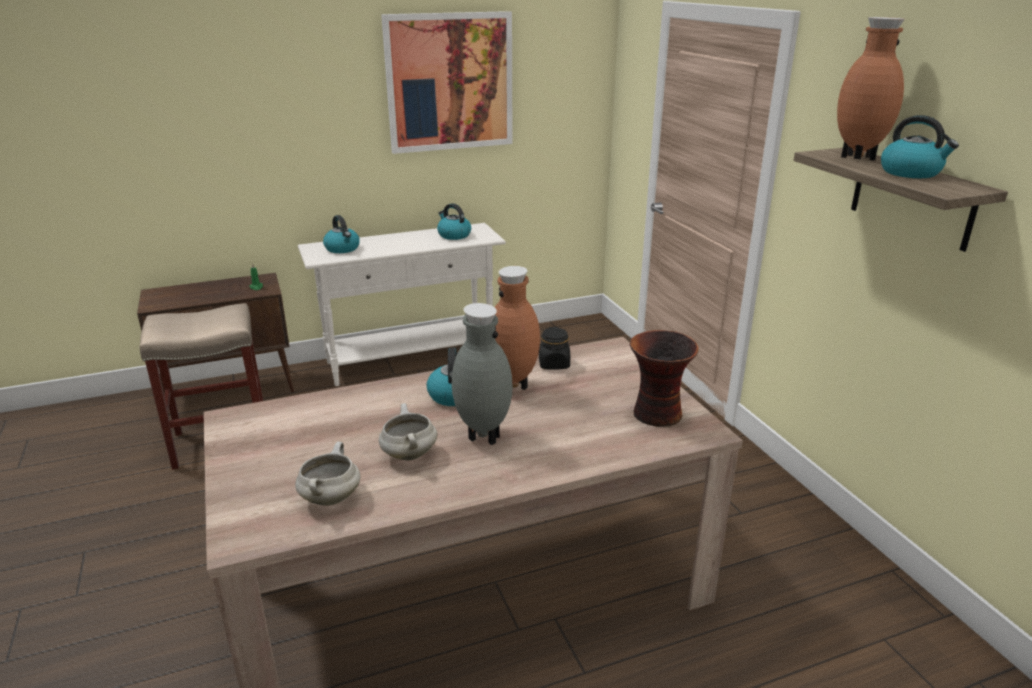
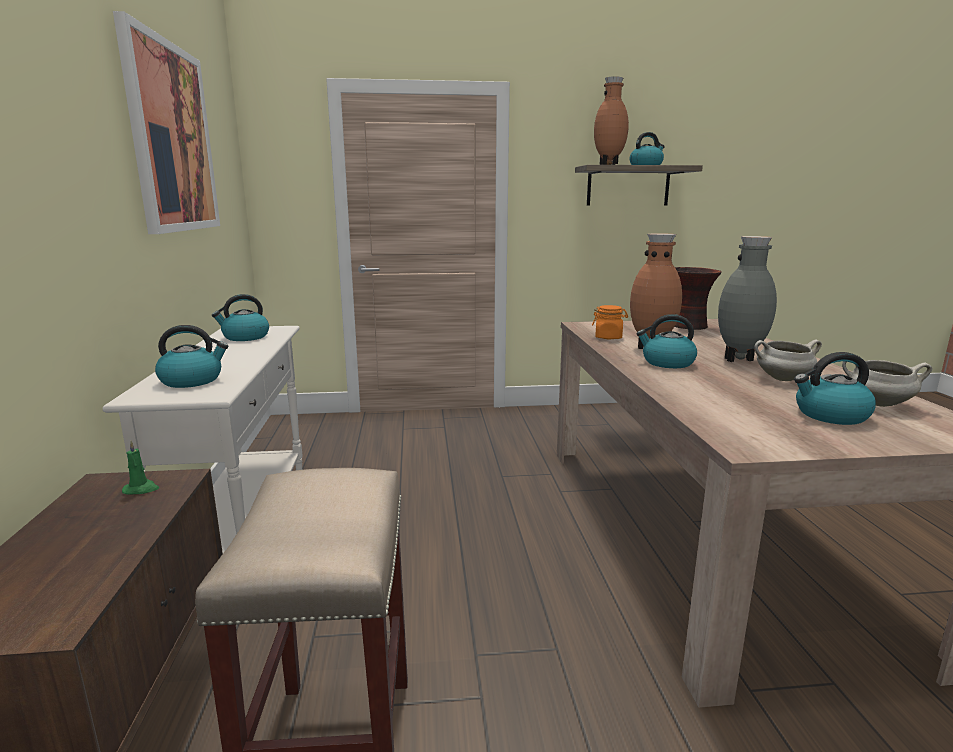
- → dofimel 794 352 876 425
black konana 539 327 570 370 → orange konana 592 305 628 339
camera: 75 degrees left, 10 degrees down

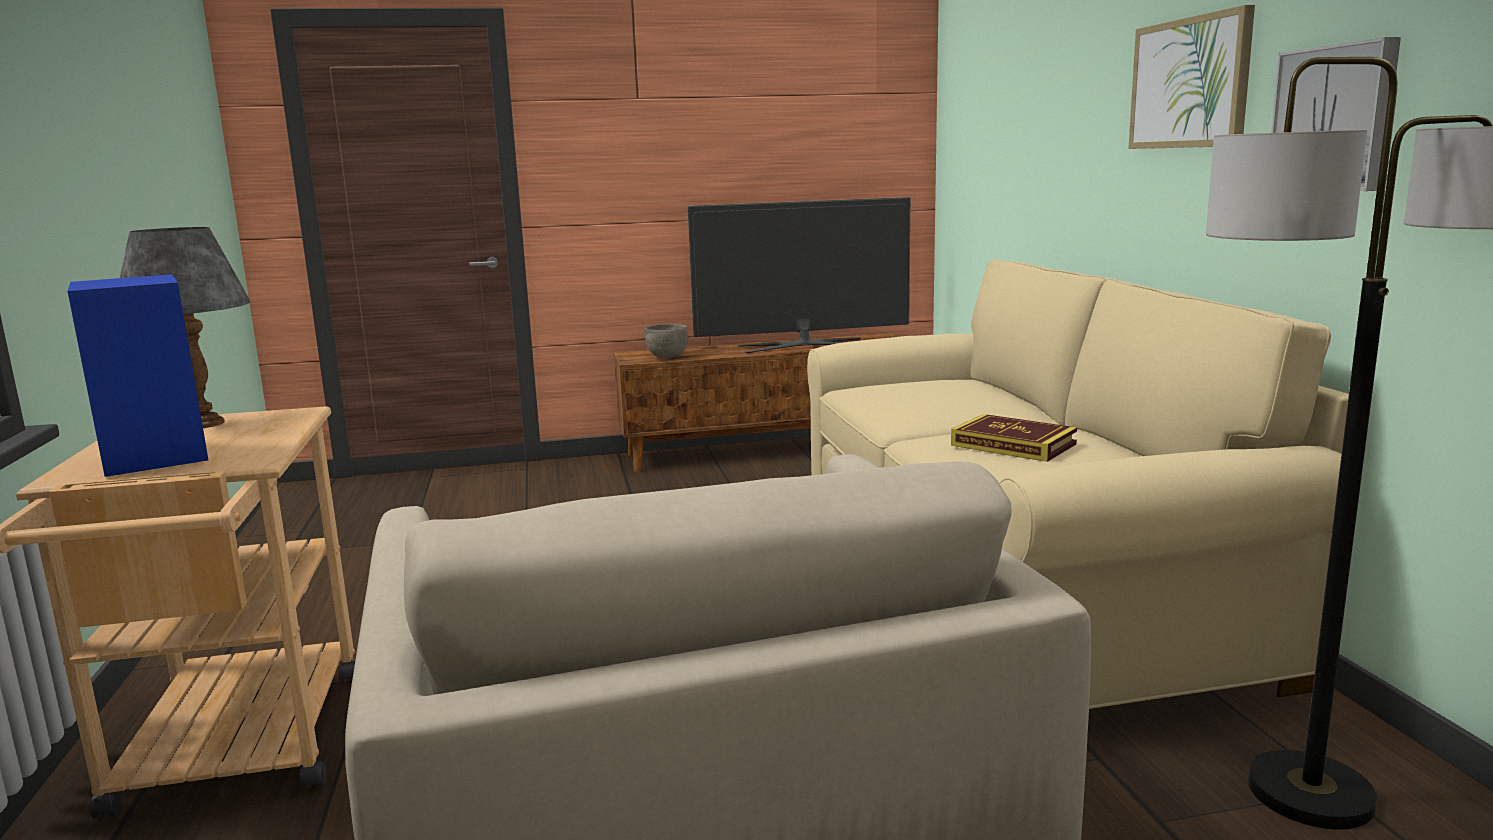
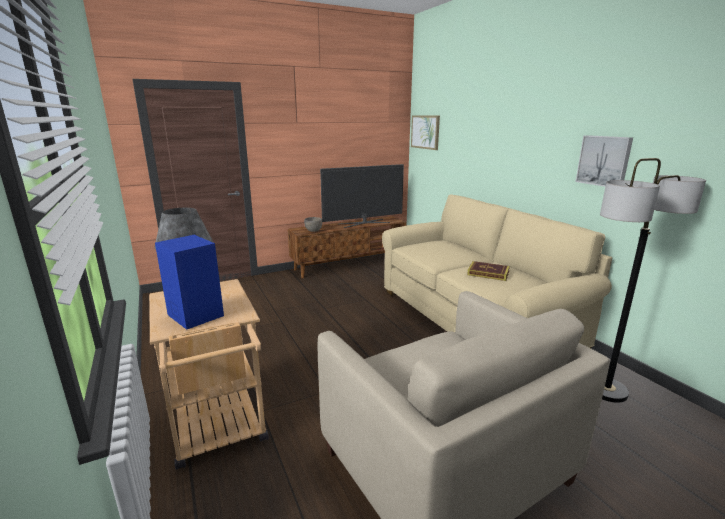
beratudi 1128 5 1255 149 → beratudi 411 115 440 150, moved
camera: 15 degrees left, 5 degrees up

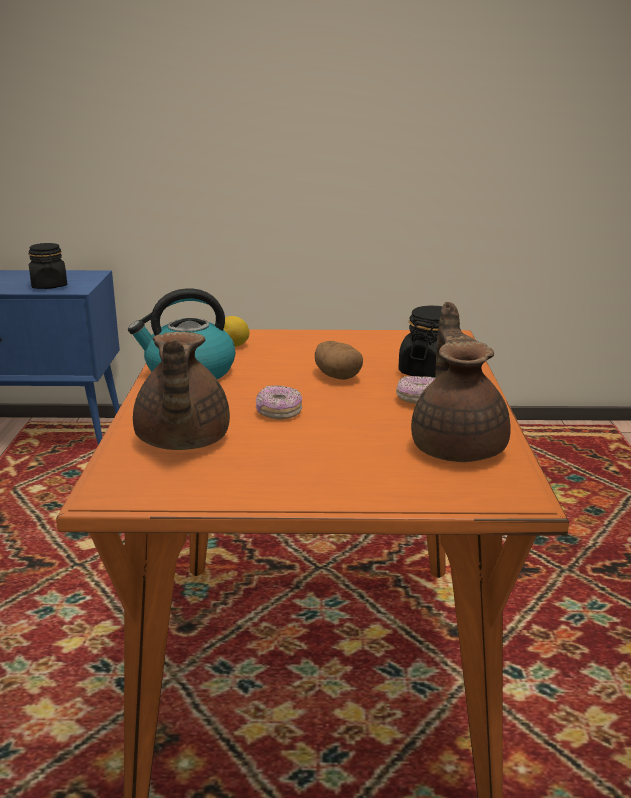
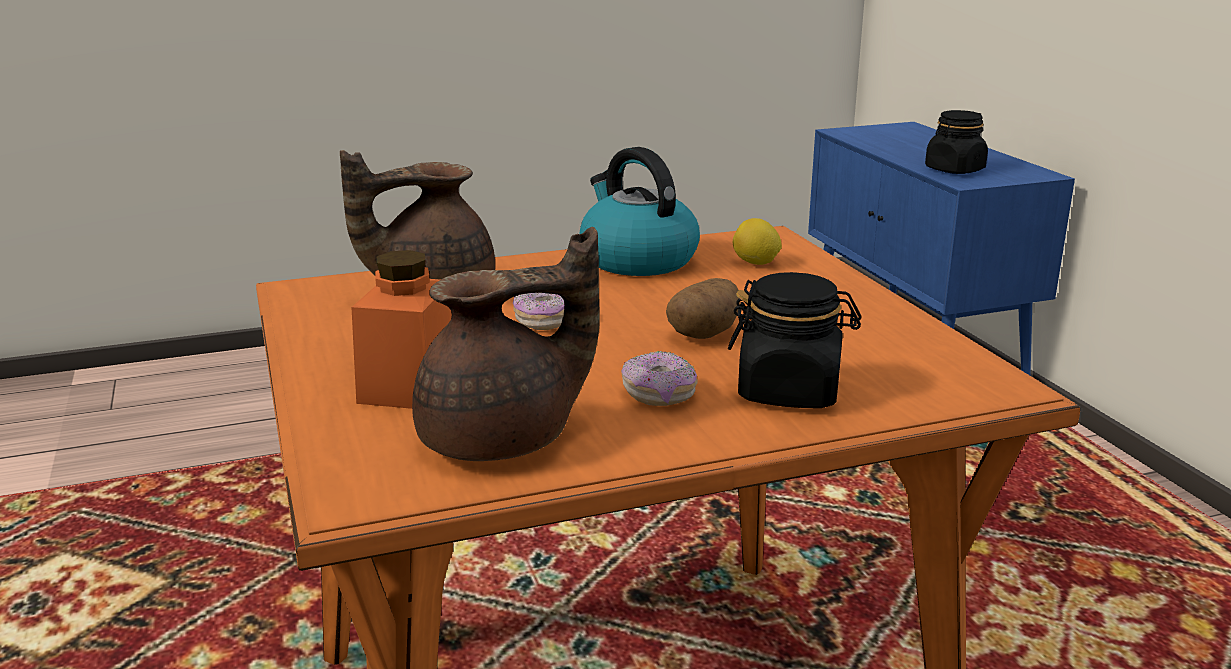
- → orange konana 351 250 452 409
camera: 70 degrees right, 0 degrees up

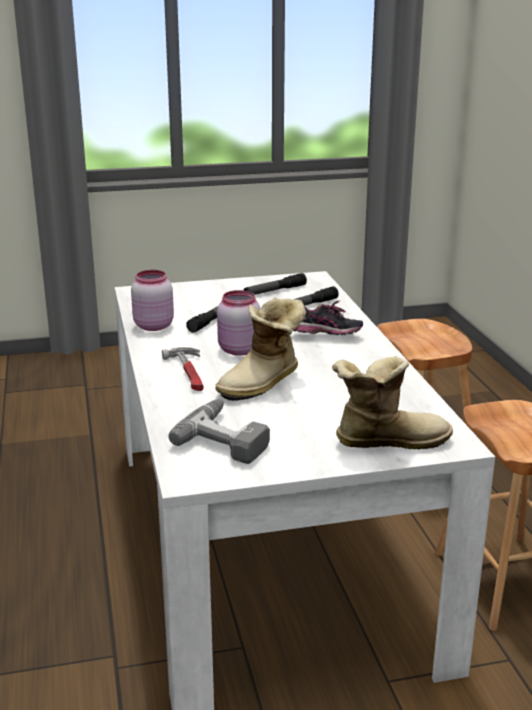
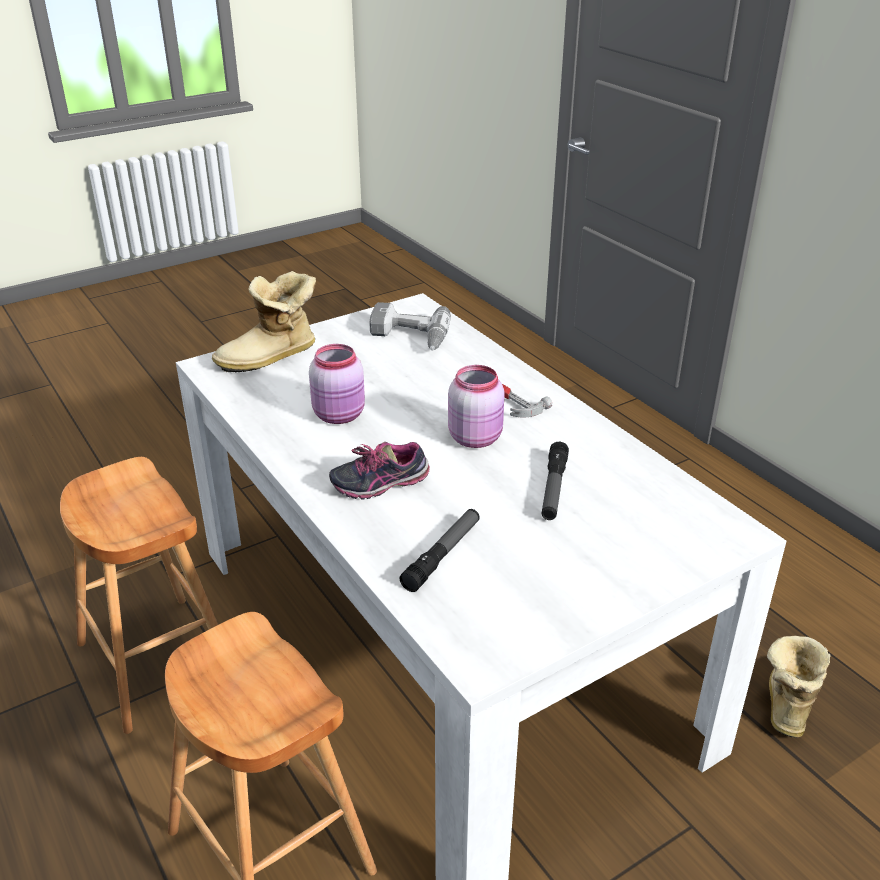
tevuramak 244 273 307 295 → -
pink konana 131 270 174 331 → pink konana 309 344 365 424, moved
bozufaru 216 298 306 401 → bozufaru 767 636 831 738, moved
camera: 160 degrees right, 10 degrees up

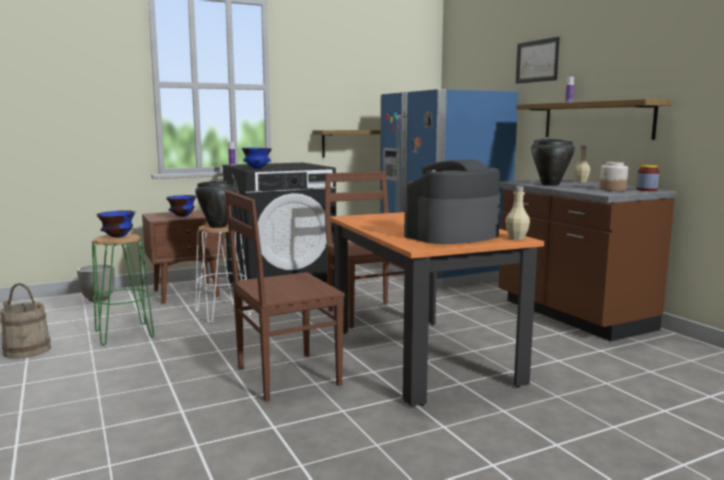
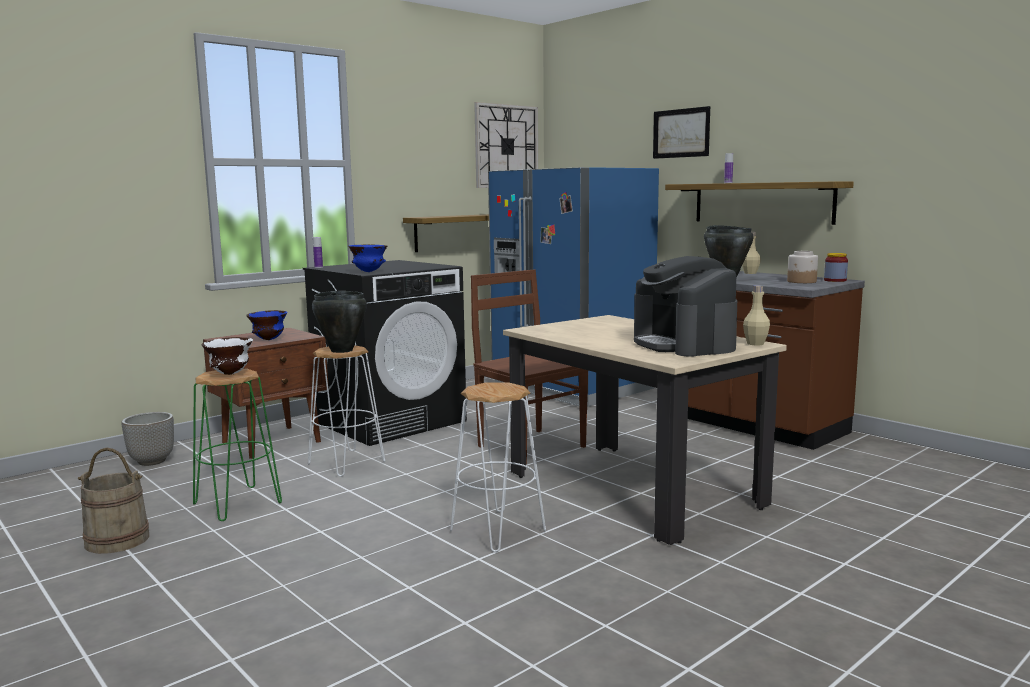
- → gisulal 474 102 538 188
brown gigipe 225 190 345 402 → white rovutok 450 382 546 552
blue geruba 97 210 135 238 → white geruba 201 337 253 375
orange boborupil 329 212 544 406 → beige boborupil 503 315 787 545
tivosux 404 159 500 244 → tivosux 634 256 737 357, 60 degrees counterclockwise
camera: 15 degrees left, 0 degrees up

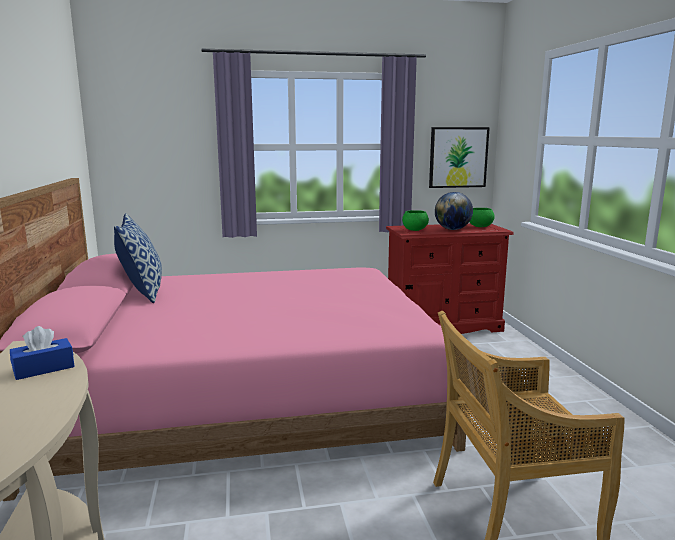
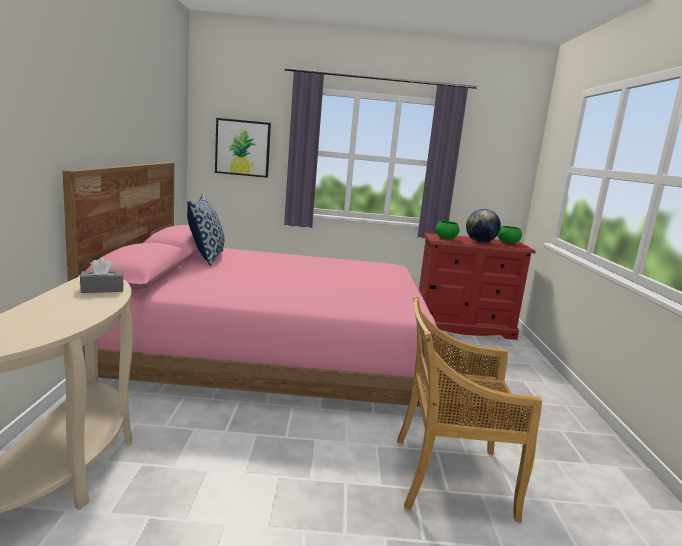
beratudi 429 127 490 188 → beratudi 215 118 271 178, moved
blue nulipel 10 326 75 380 → grey nulipel 80 257 124 293
camera: 10 degrees right, 0 degrees up

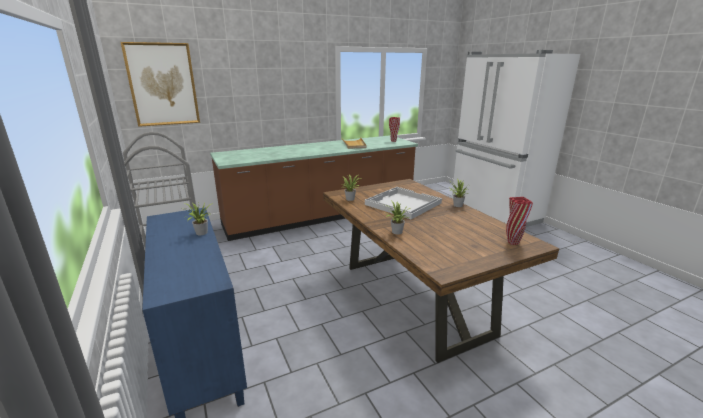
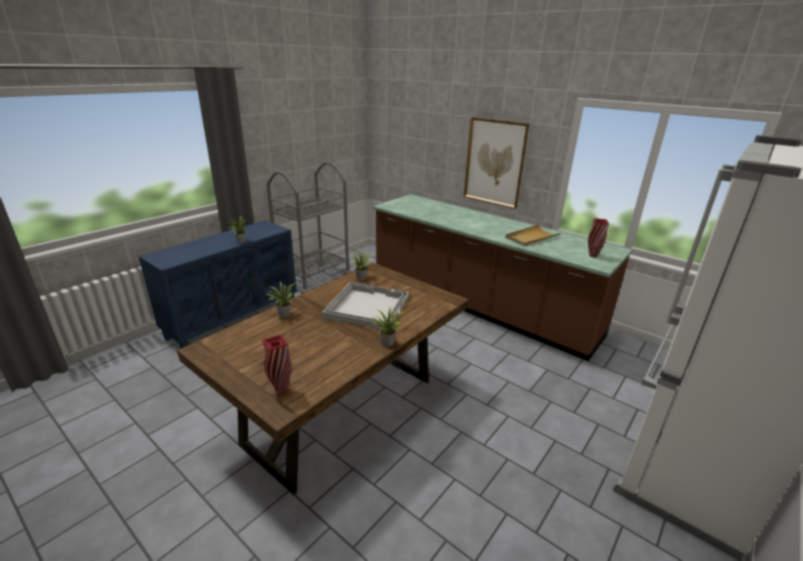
beratudi 121 42 200 127 → beratudi 464 117 530 209, moved
camera: 65 degrees right, 5 degrees up

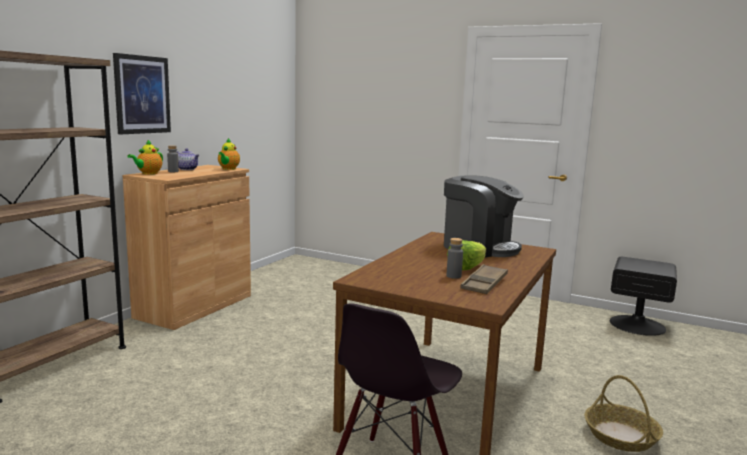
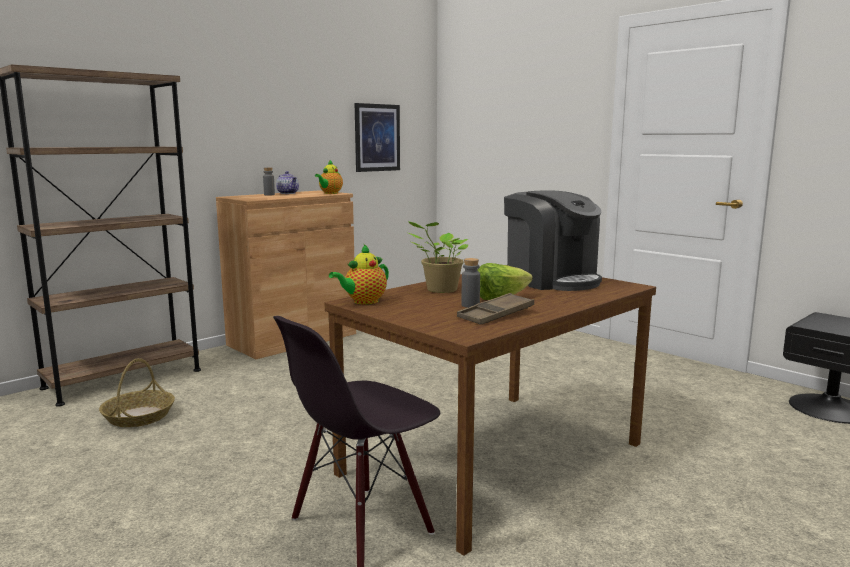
- → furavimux 408 221 469 293
beratudi 113 53 171 134 → beratudi 355 103 400 172, moved
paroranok 127 140 163 175 → paroranok 329 244 389 305, moved
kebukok 584 375 663 452 → kebukok 99 358 175 427, moved
camera: 20 degrees right, 0 degrees up

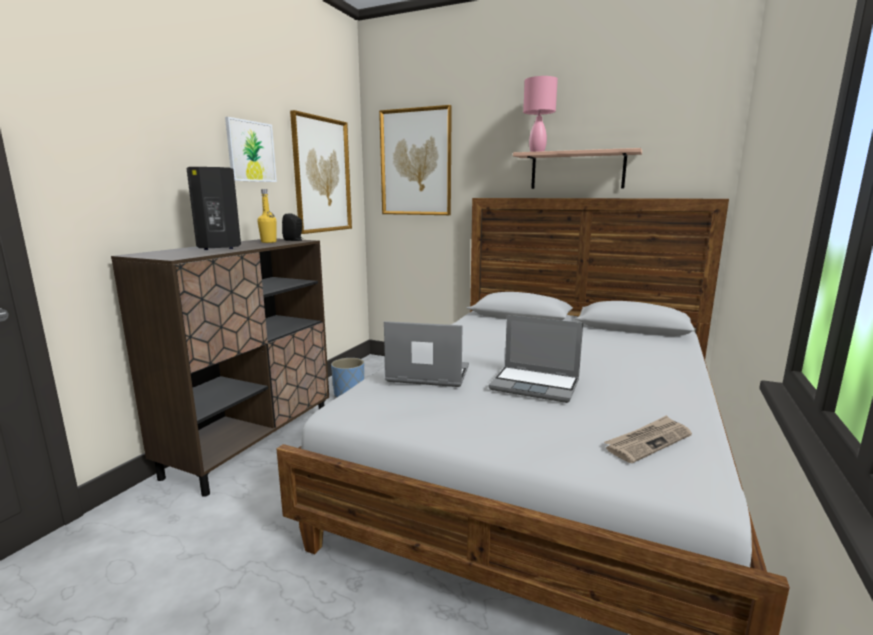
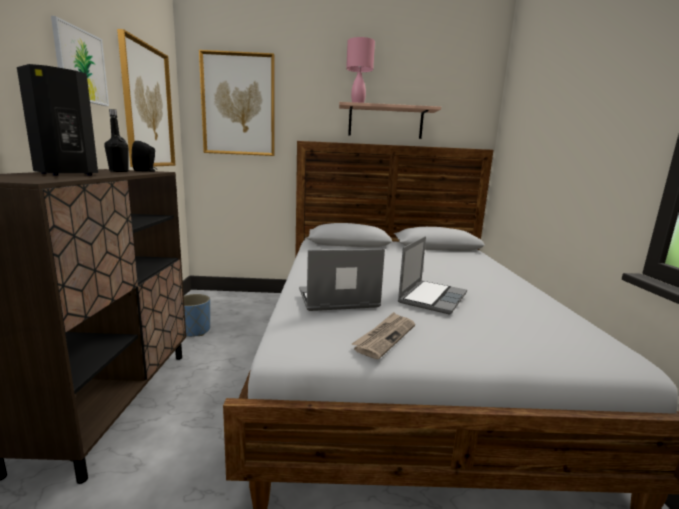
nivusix 604 415 692 463 → nivusix 352 312 415 359, moved
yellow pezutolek 257 189 276 243 → black pezutolek 105 109 129 172
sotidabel 489 315 583 403 → sotidabel 398 236 467 315, 60 degrees counterclockwise
camera: 25 degrees left, 0 degrees up

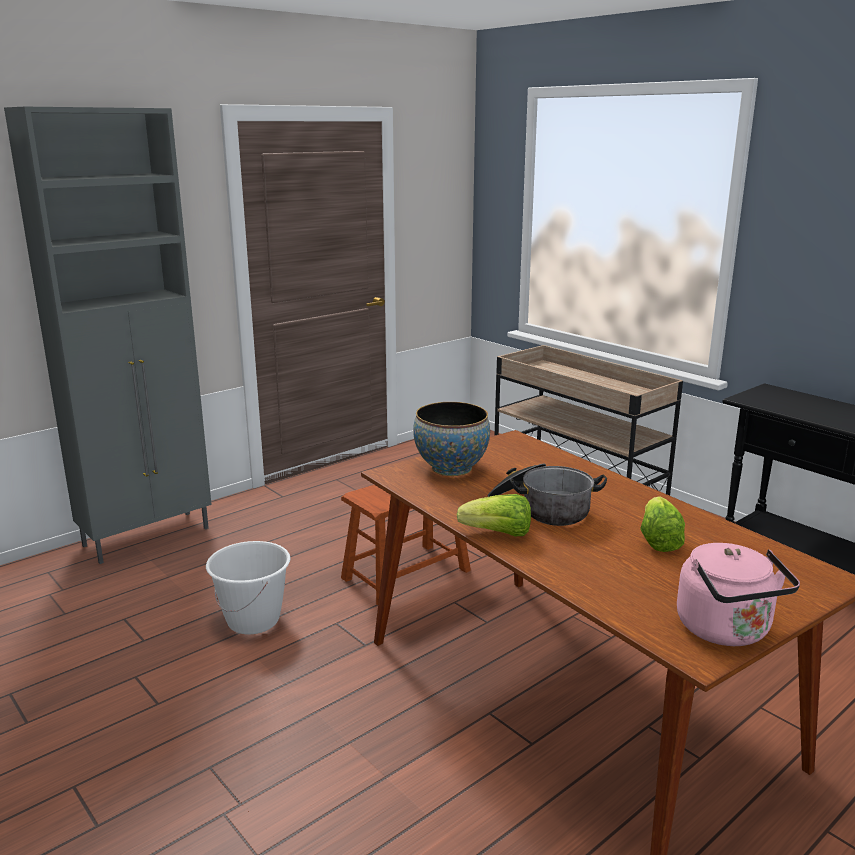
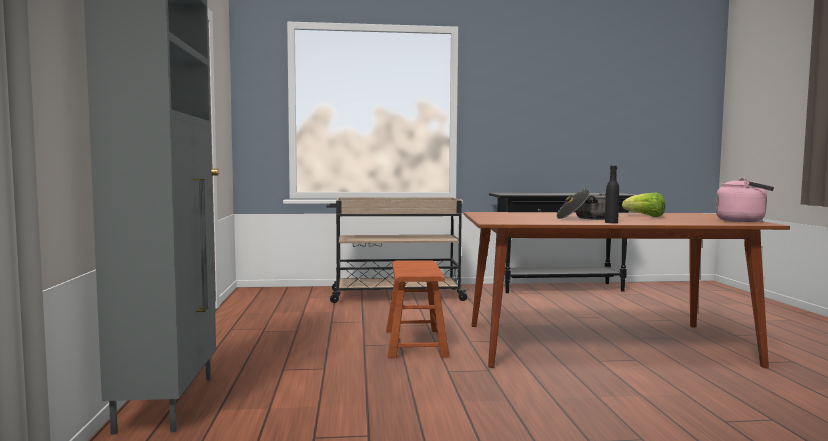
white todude 206 541 290 634 → -
geruba 413 402 490 476 → -
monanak 457 494 531 536 → black pezutolek 605 166 619 223
camera: 55 degrees left, 15 degrees down

